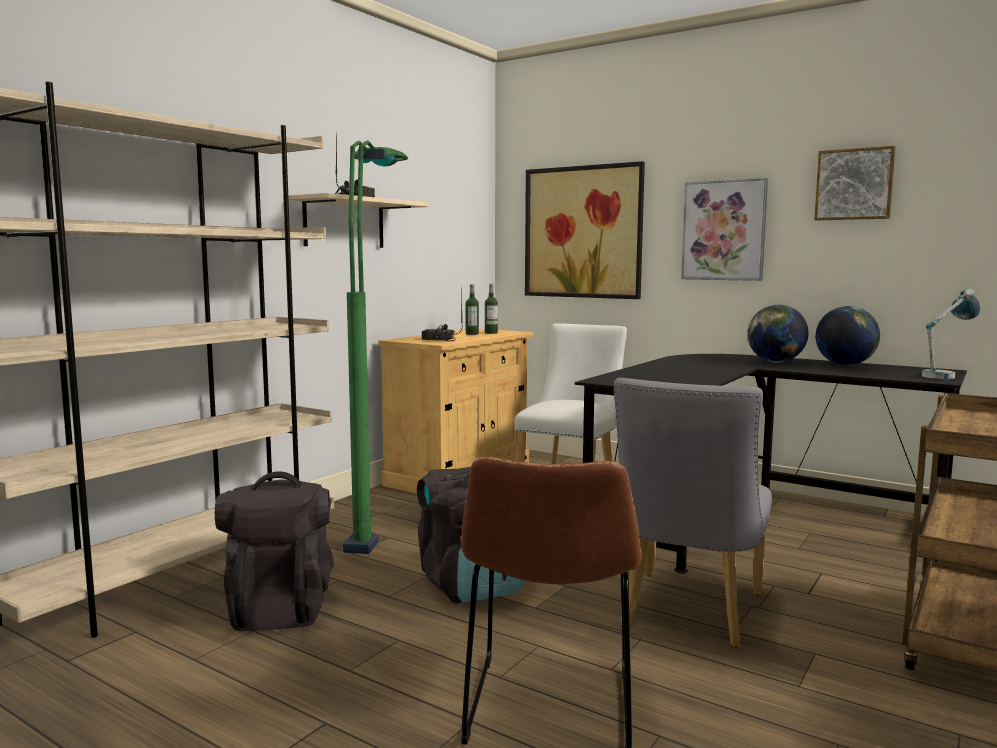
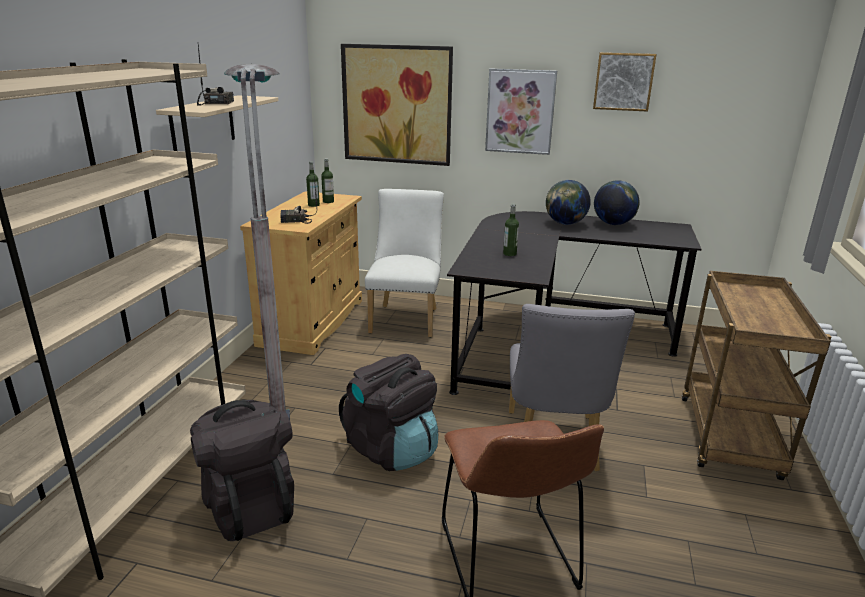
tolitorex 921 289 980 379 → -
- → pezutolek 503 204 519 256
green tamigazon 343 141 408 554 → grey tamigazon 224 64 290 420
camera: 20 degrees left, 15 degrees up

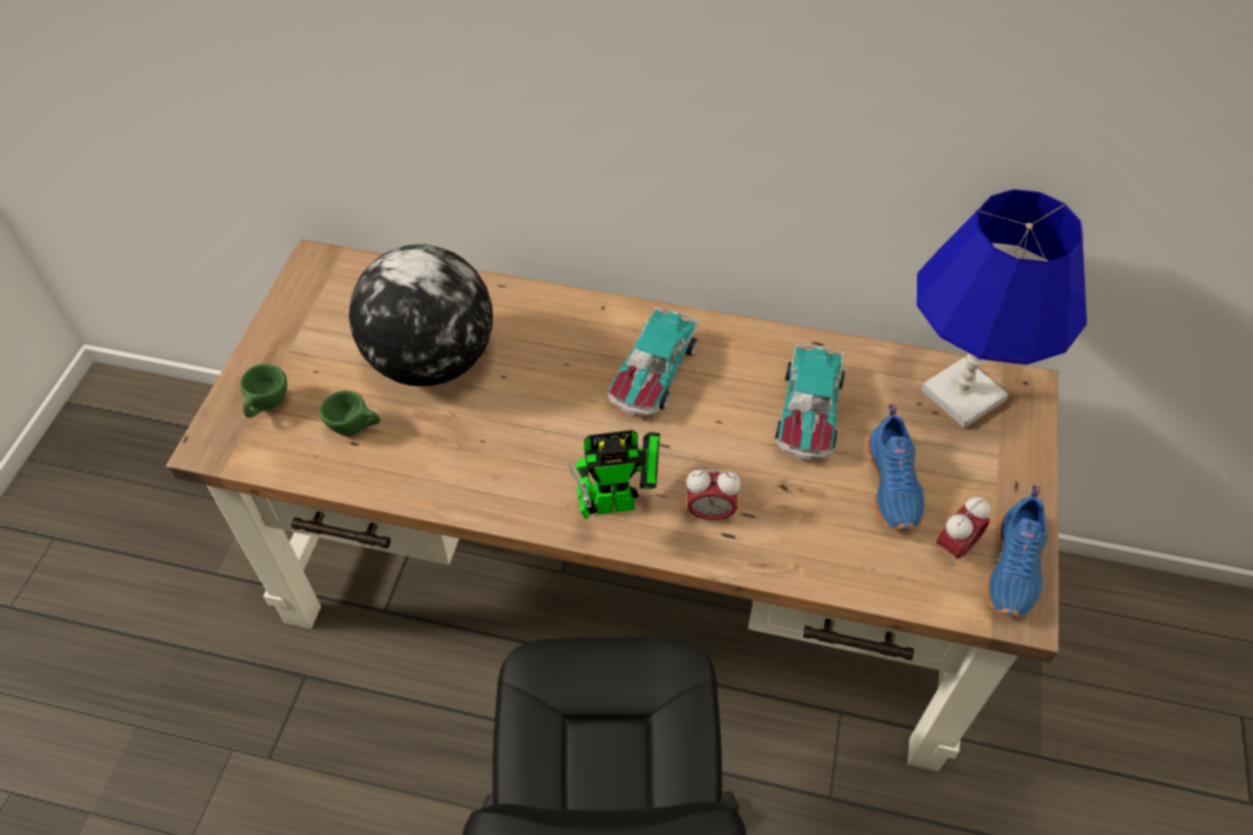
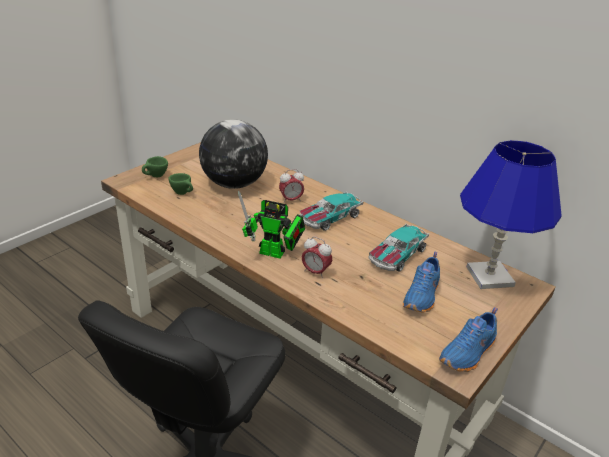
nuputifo 936 497 991 565 → nuputifo 279 169 304 202, moved
camera: 25 degrees right, 20 degrees down

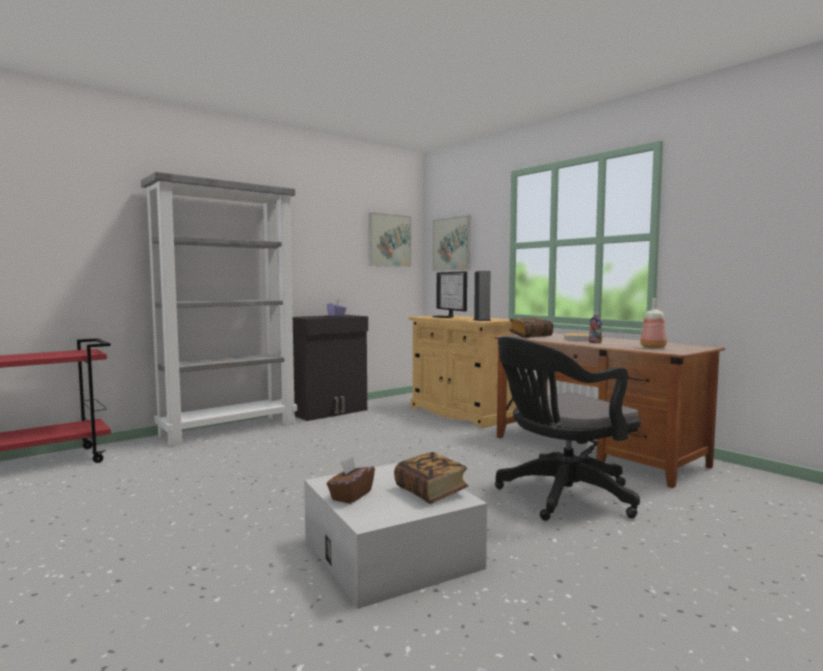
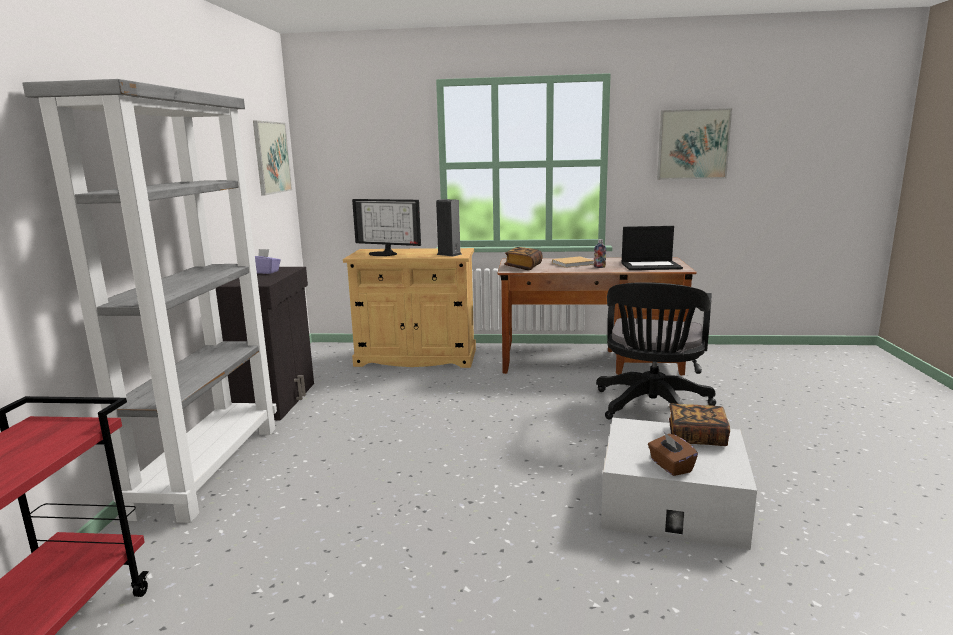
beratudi 432 215 471 271 → beratudi 657 108 732 180, moved
pezutolek 640 298 667 348 → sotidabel 622 226 683 270
camera: 45 degrees left, 10 degrees up

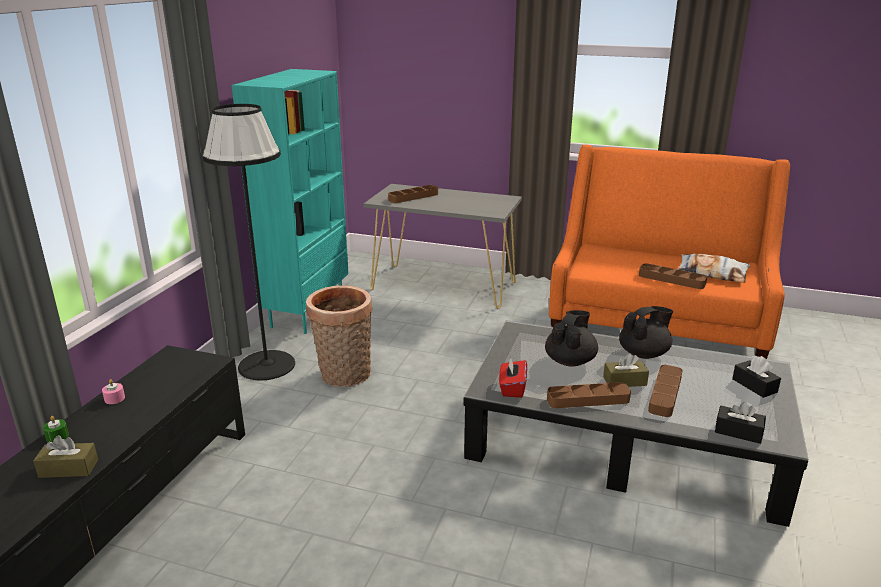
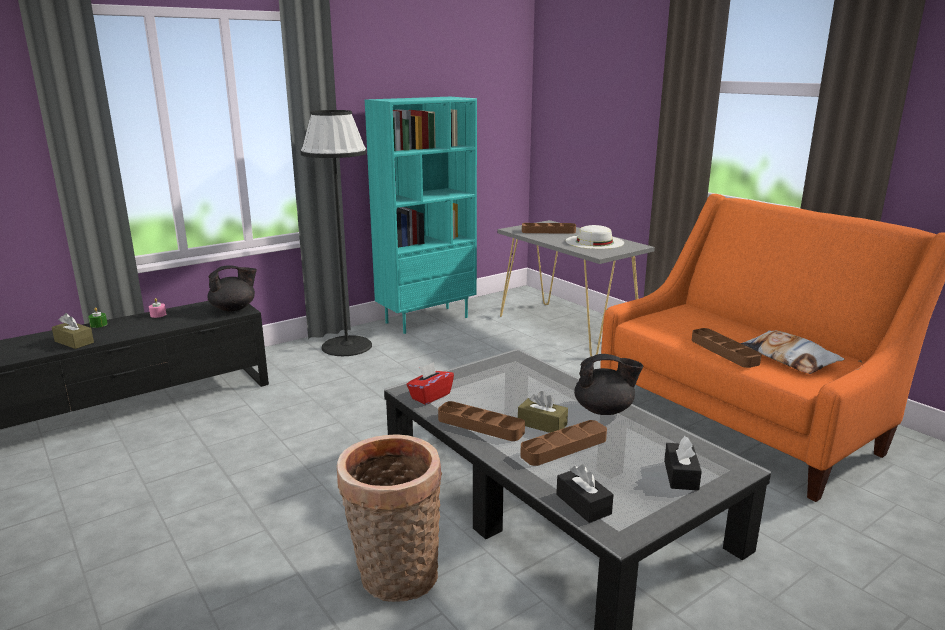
- → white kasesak 566 225 624 249
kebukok 306 285 372 387 → kebukok 337 434 442 602, moved
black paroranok 545 310 598 366 → black paroranok 207 265 257 311, moved
camera: 35 degrees right, 5 degrees down

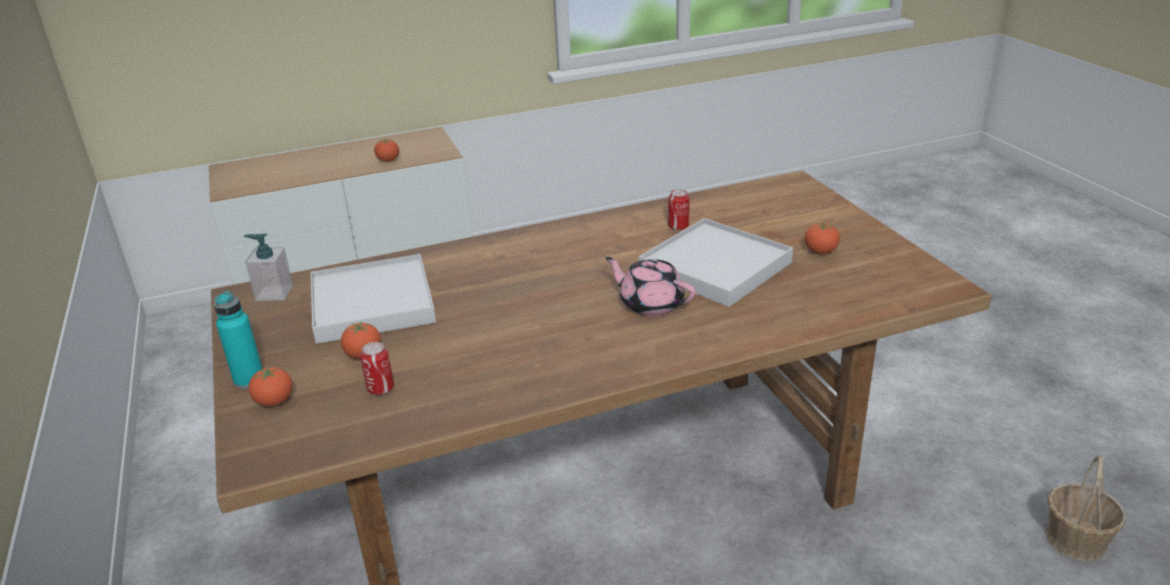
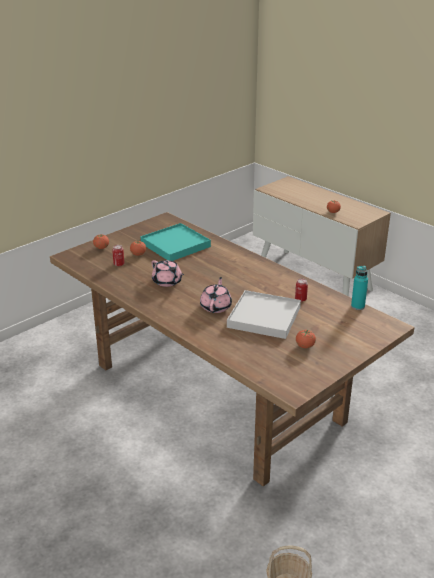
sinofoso 244 233 293 301 → -
- → pink paroranok 151 260 184 287
turquoise pezutolek 214 291 262 389 → turquoise pezutolek 351 266 368 310, moved
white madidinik 311 254 436 344 → turquoise madidinik 141 223 211 261
camera: 65 degrees right, 0 degrees up

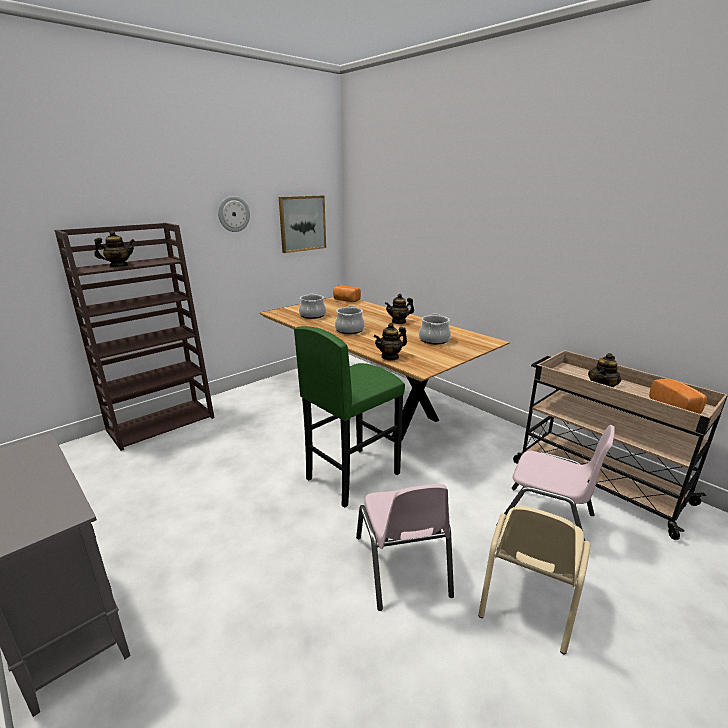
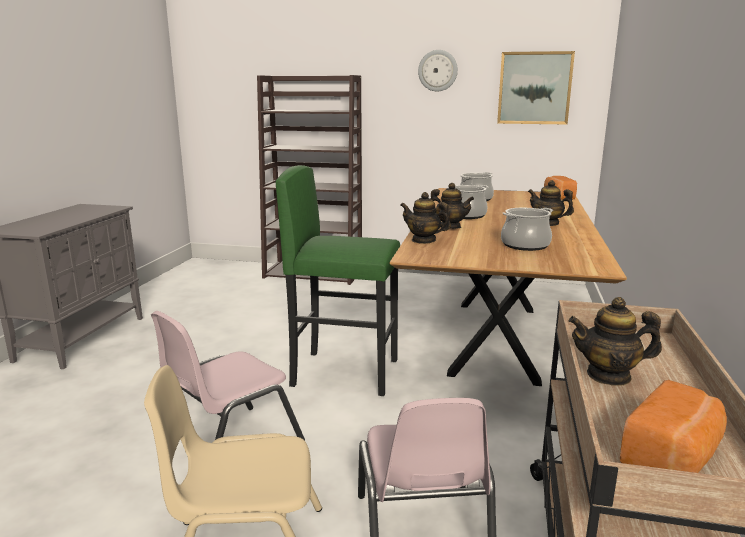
paroranok 94 231 134 267 → paroranok 431 183 474 229, moved
camera: 55 degrees right, 5 degrees down

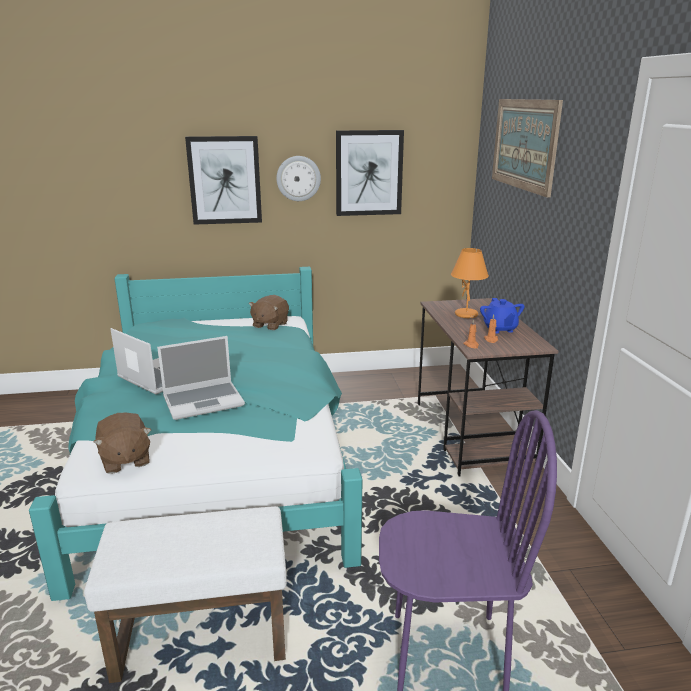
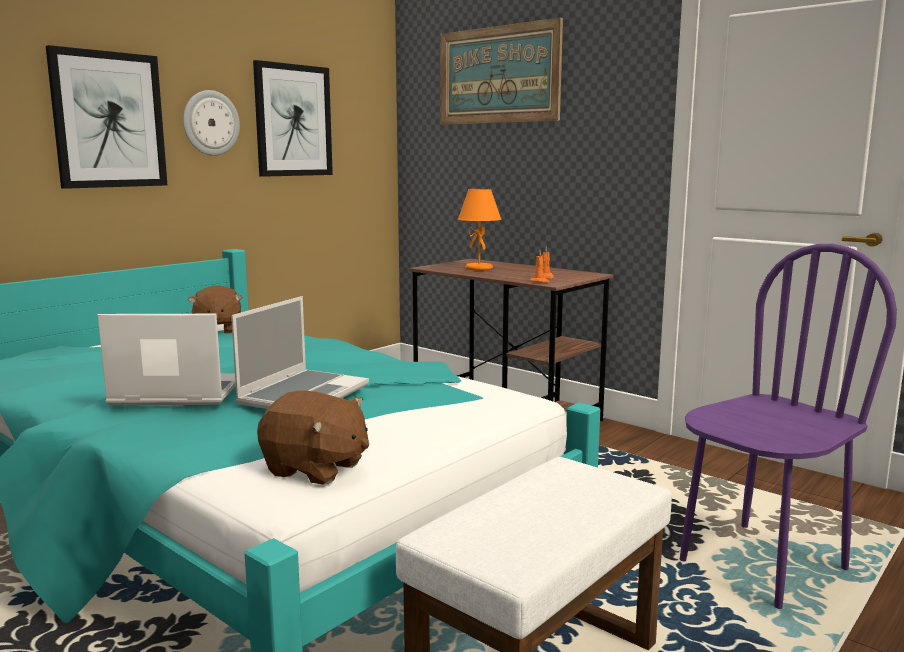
blue paroranok 480 298 525 334 → -
camera: 40 degrees left, 10 degrees down

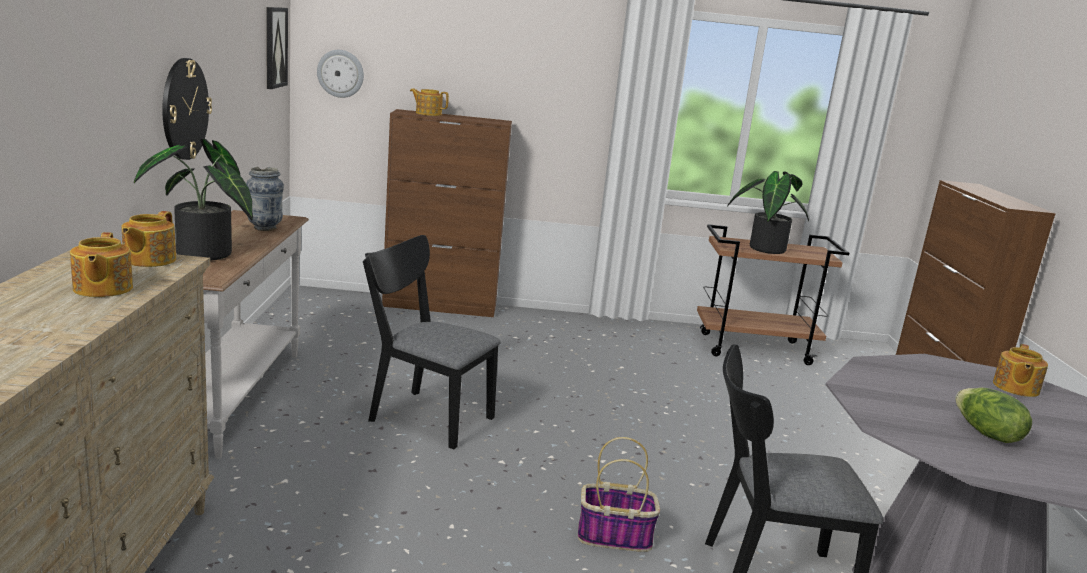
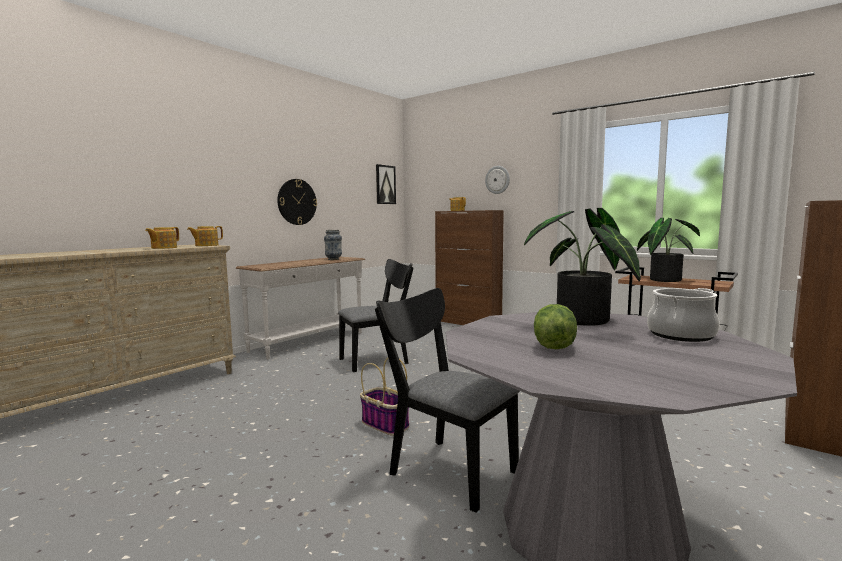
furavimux 134 139 253 261 → furavimux 524 208 641 326, moved
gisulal 317 50 364 98 → gisulal 485 166 510 194, moved
paroranok 993 344 1048 397 → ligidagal 647 288 720 342
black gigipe 363 235 501 449 → black gigipe 338 259 414 372, 90 degrees clockwise
camera: 40 degrees right, 10 degrees down

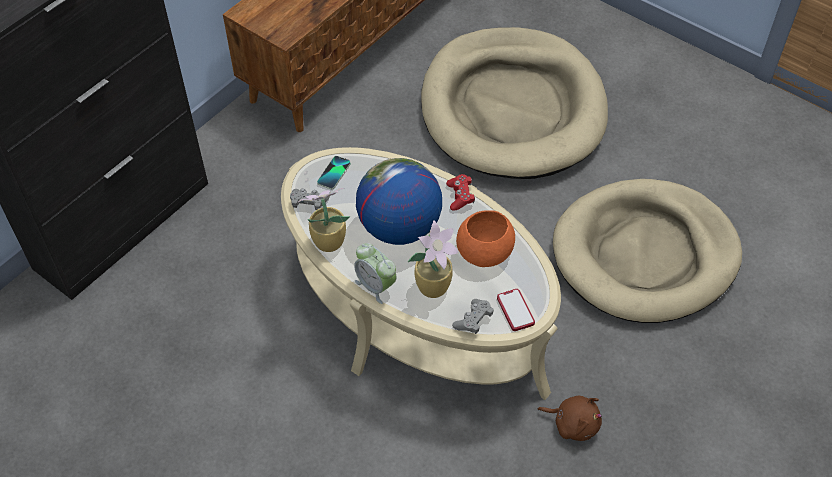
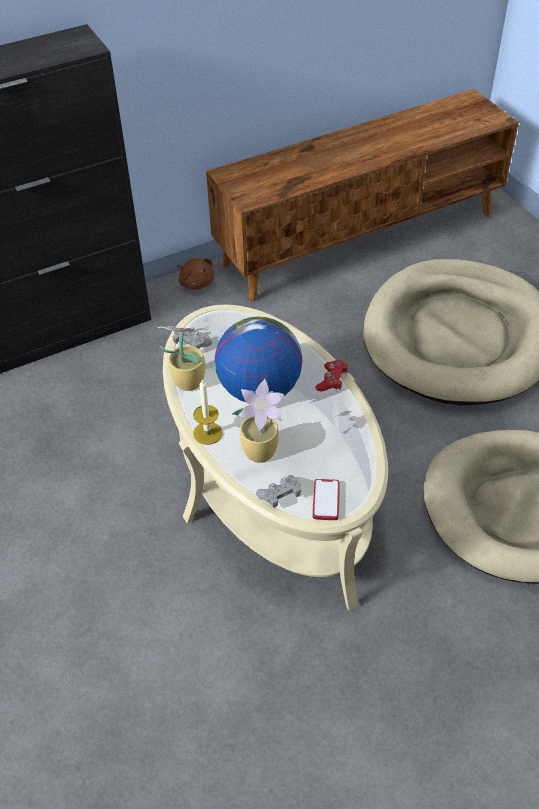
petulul 317 156 351 190 → -
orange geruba 456 210 515 267 → -
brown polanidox 537 396 602 441 → brown polanidox 178 258 214 290, moved
nuputifo 354 243 396 304 → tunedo 193 380 223 445
camera: 25 degrees right, 5 degrees down

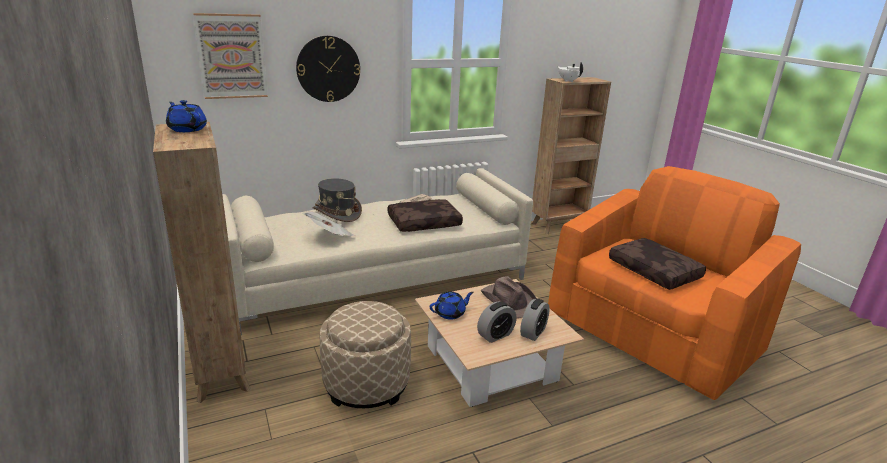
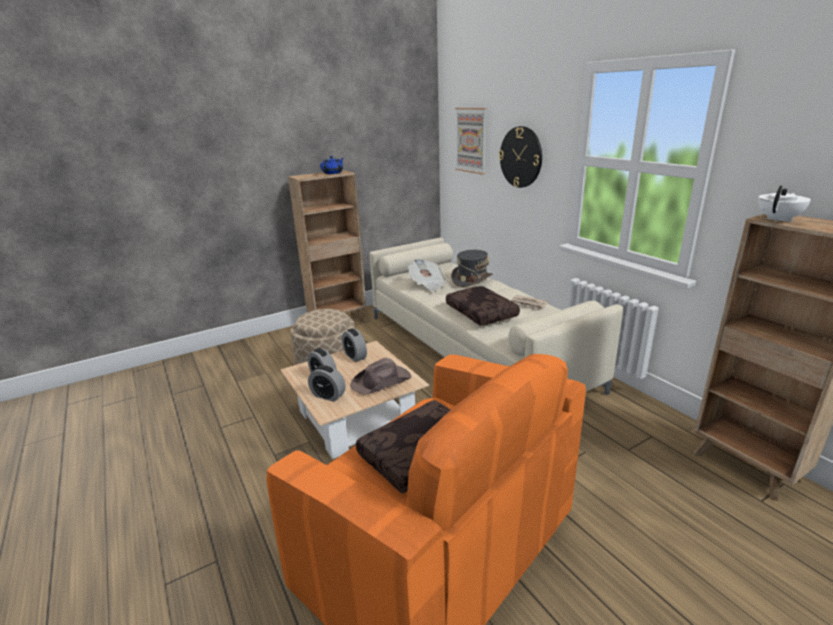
blue paroranok 430 292 474 319 → nuputifo 342 329 367 362
camera: 85 degrees right, 0 degrees up

